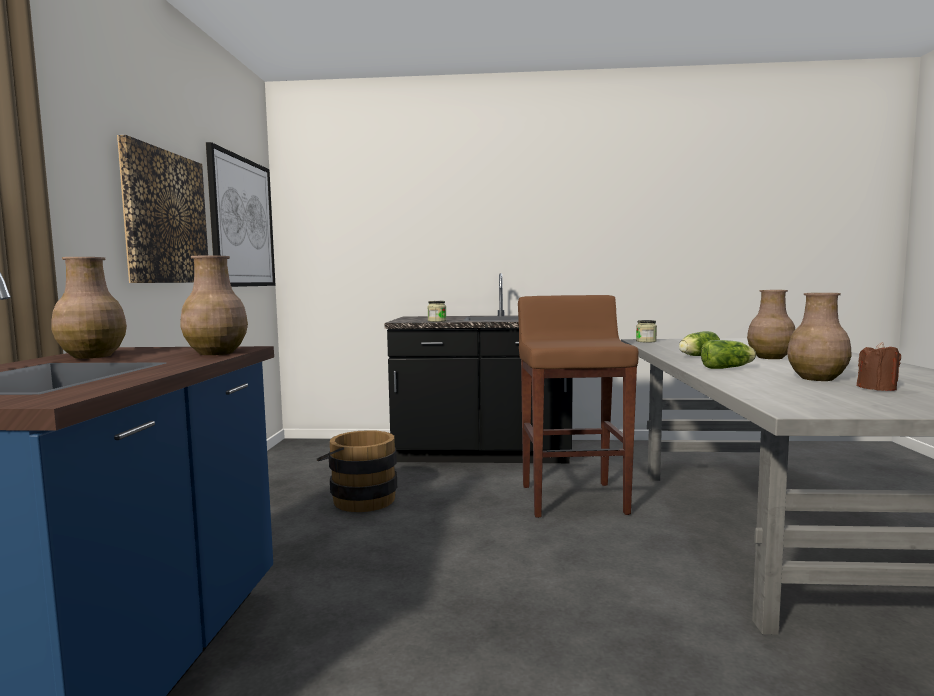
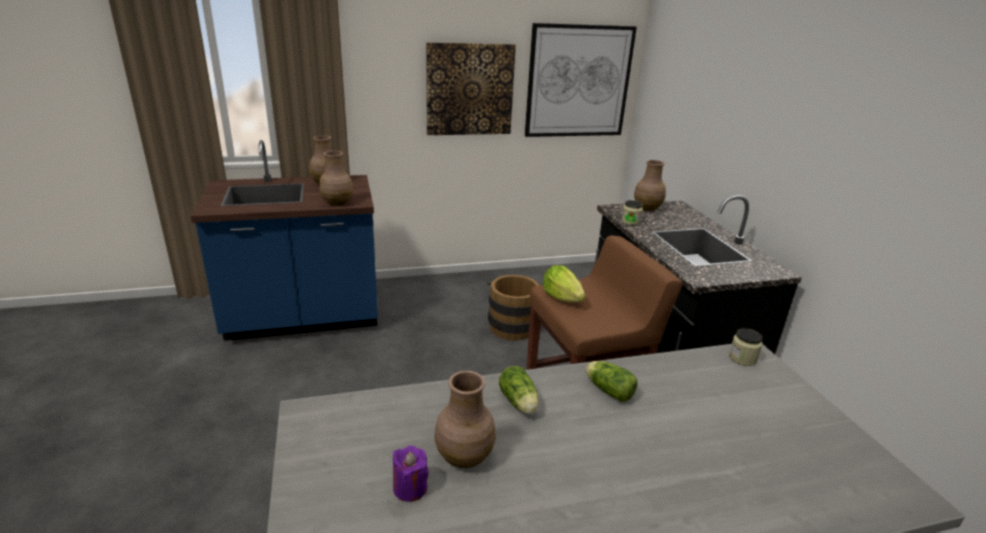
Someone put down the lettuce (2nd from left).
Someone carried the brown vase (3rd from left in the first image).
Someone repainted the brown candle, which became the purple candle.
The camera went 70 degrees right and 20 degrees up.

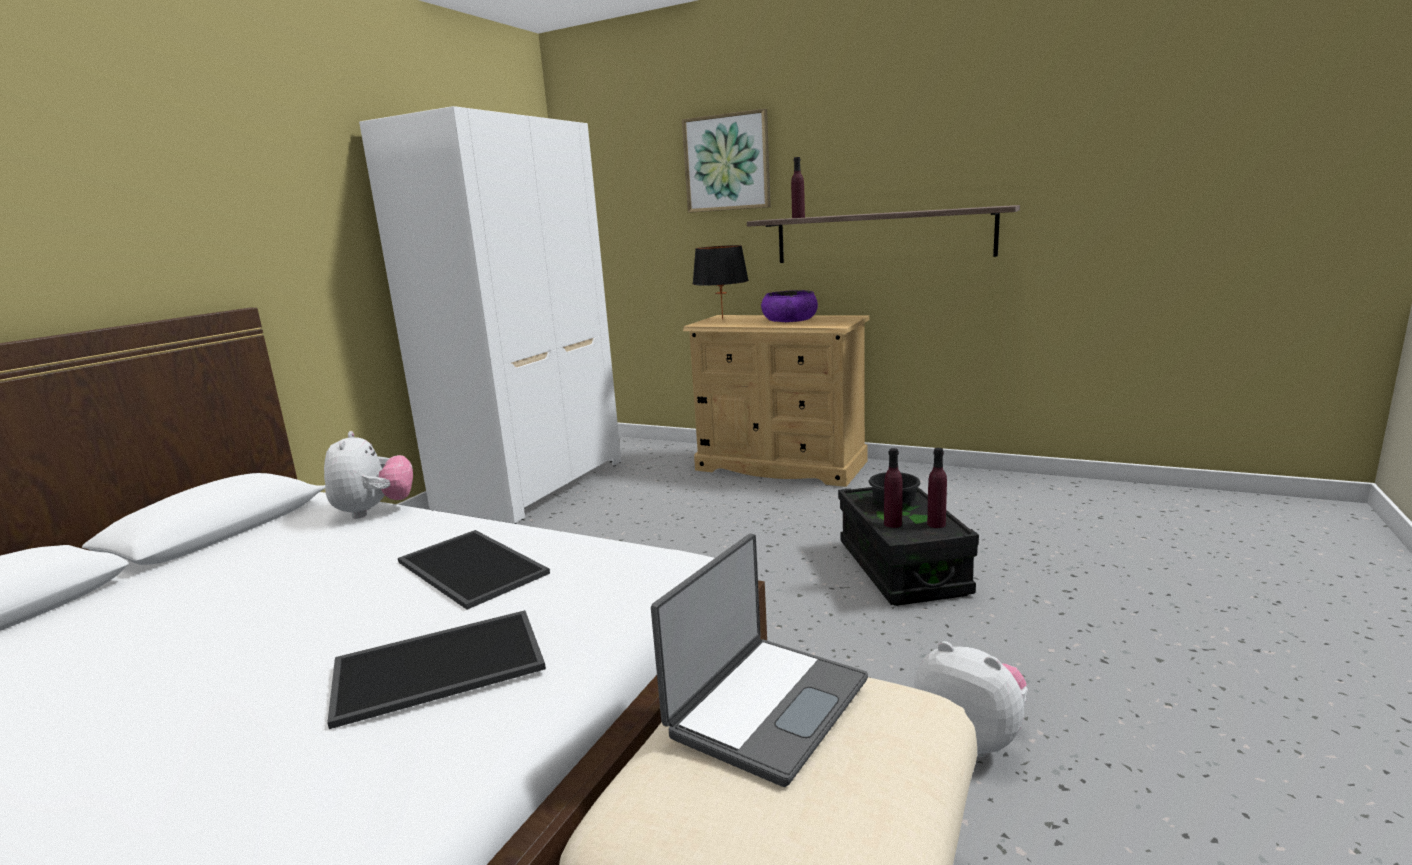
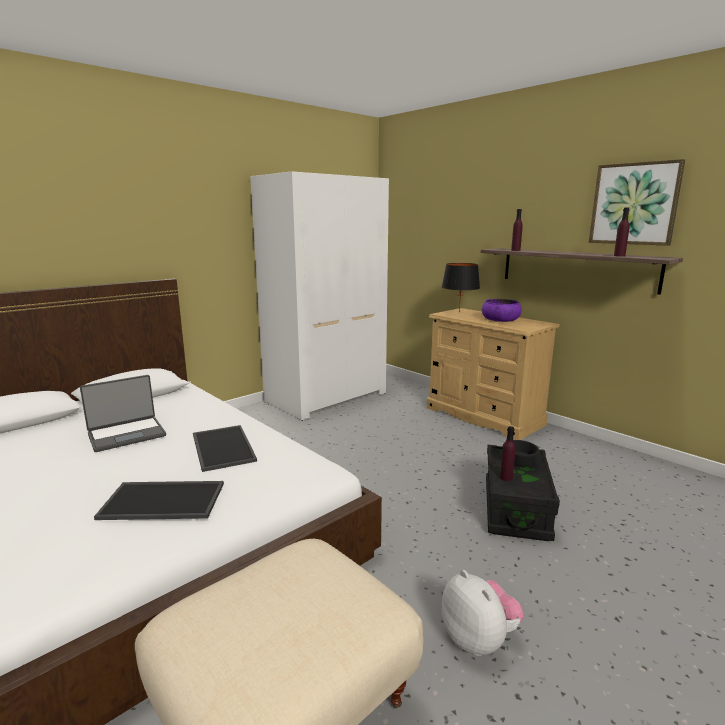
Someone took away the plush toy (1st from left).
Someone carried the laptop.
Someone carried the picture.
Someone carried the purple bottle (3rd from left).
The camera went 20 degrees right and 0 degrees up.

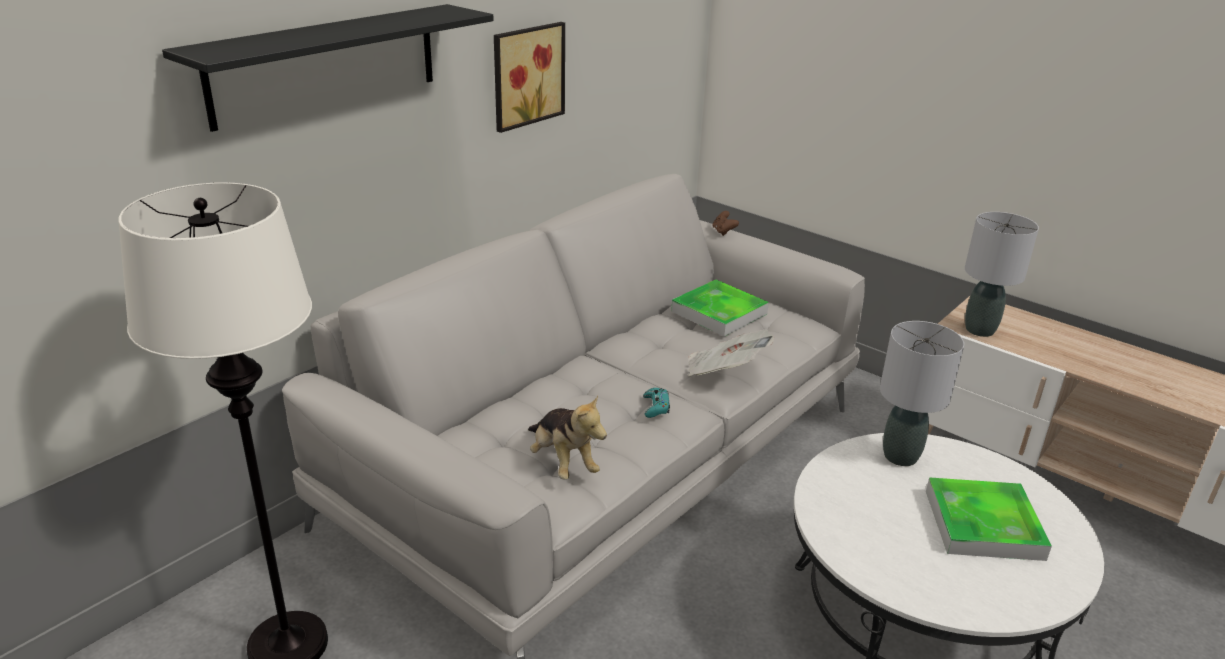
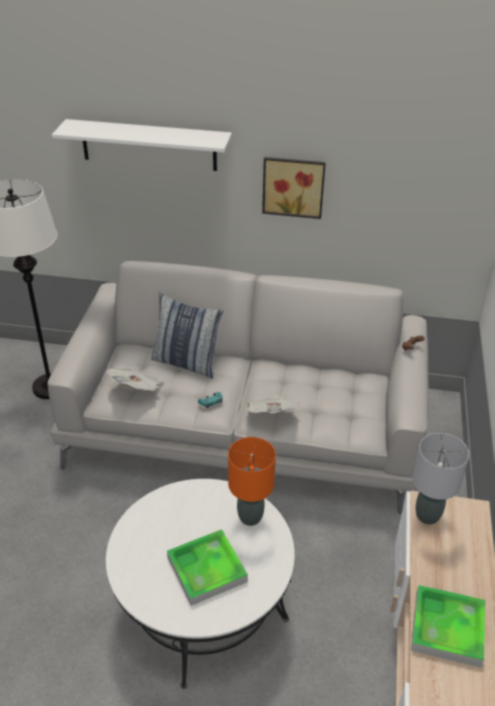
Someone put down the pillow.
Someone carried the tray (1st from left in the first image).
Someone swapped the plush toy for the newspaper (1st from left).
Someone repainted the black shelf, which became the white shelf.
Someone repainted the grey table lamp (1st from left), which became the orange table lamp.
The camera went 60 degrees right and 10 degrees up.

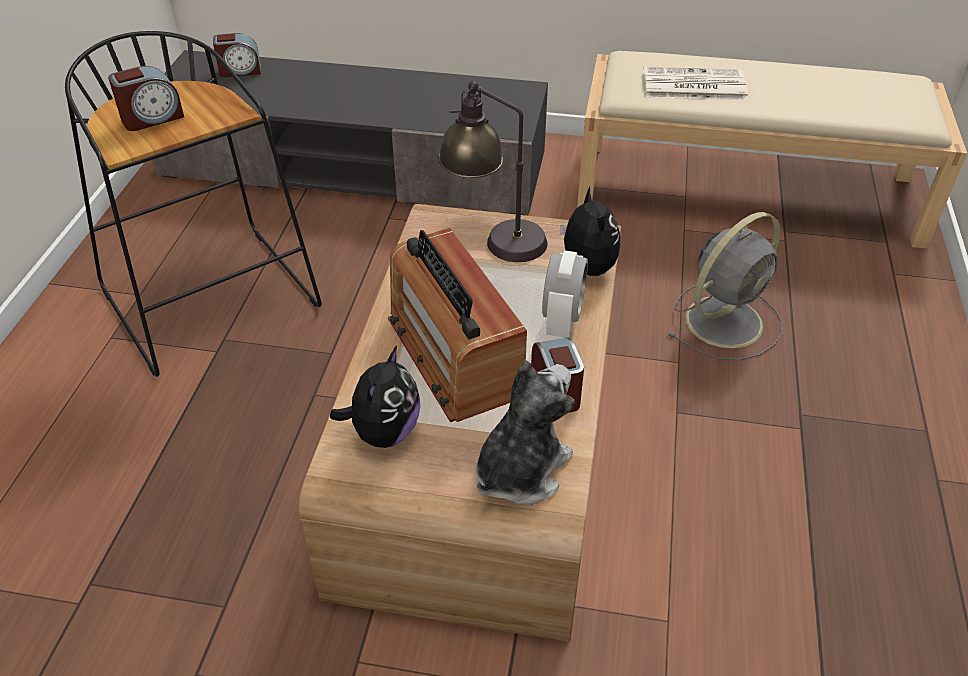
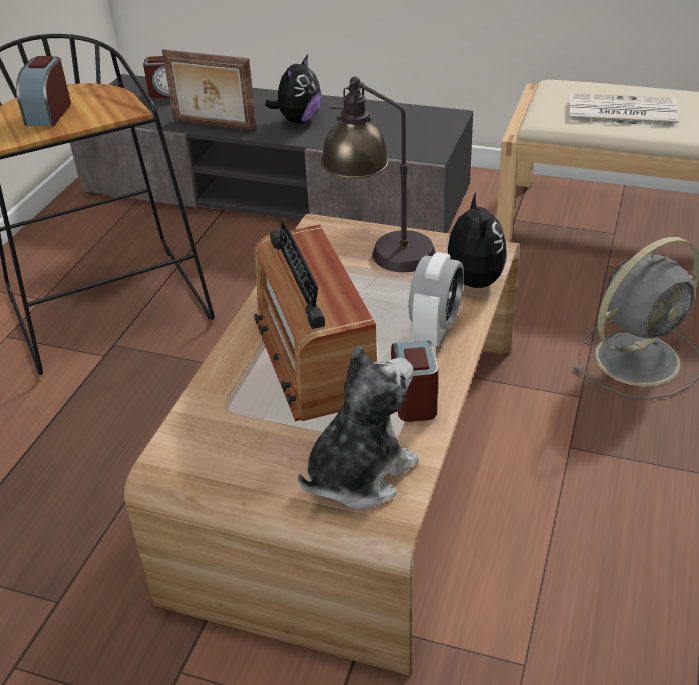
Someone put down the picture frame.
Someone carried the plush toy (1st from left).
Someone rotated the alarm clock (1st from left) by 120 degrees clockwise.
The camera went 10 degrees right and 5 degrees down.

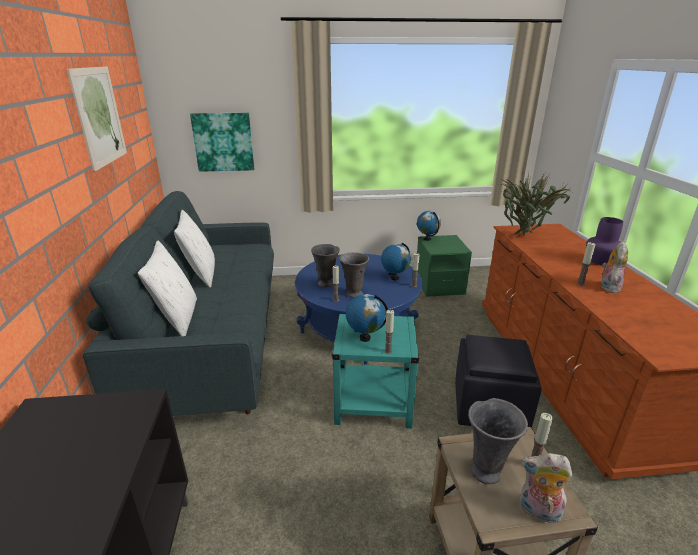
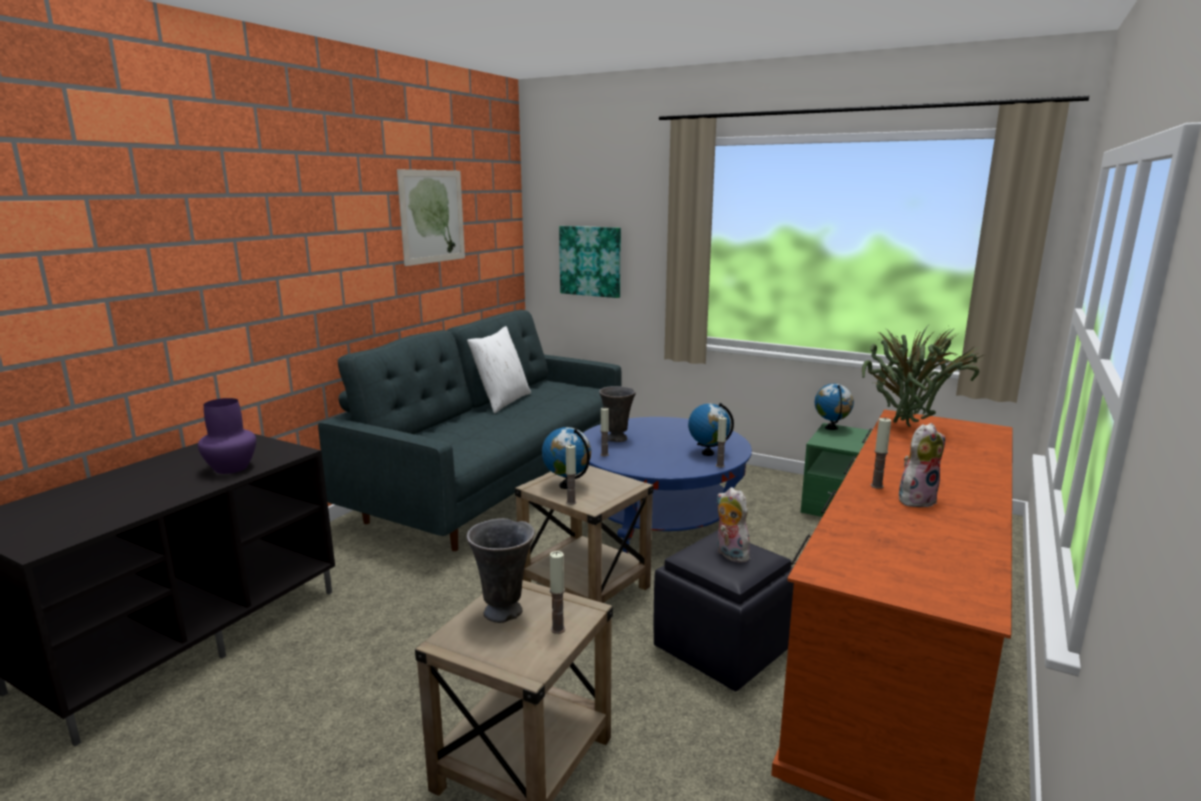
Someone took away the white pillow (1st from left).
Someone took away the grey vase (2nd from left).
Someone carried the plush toy (1st from left).
Someone carried the purple vase.
Someone repainted the turquoise side table, which became the beige side table (2nd from left).
The camera went 35 degrees right and 10 degrees down.

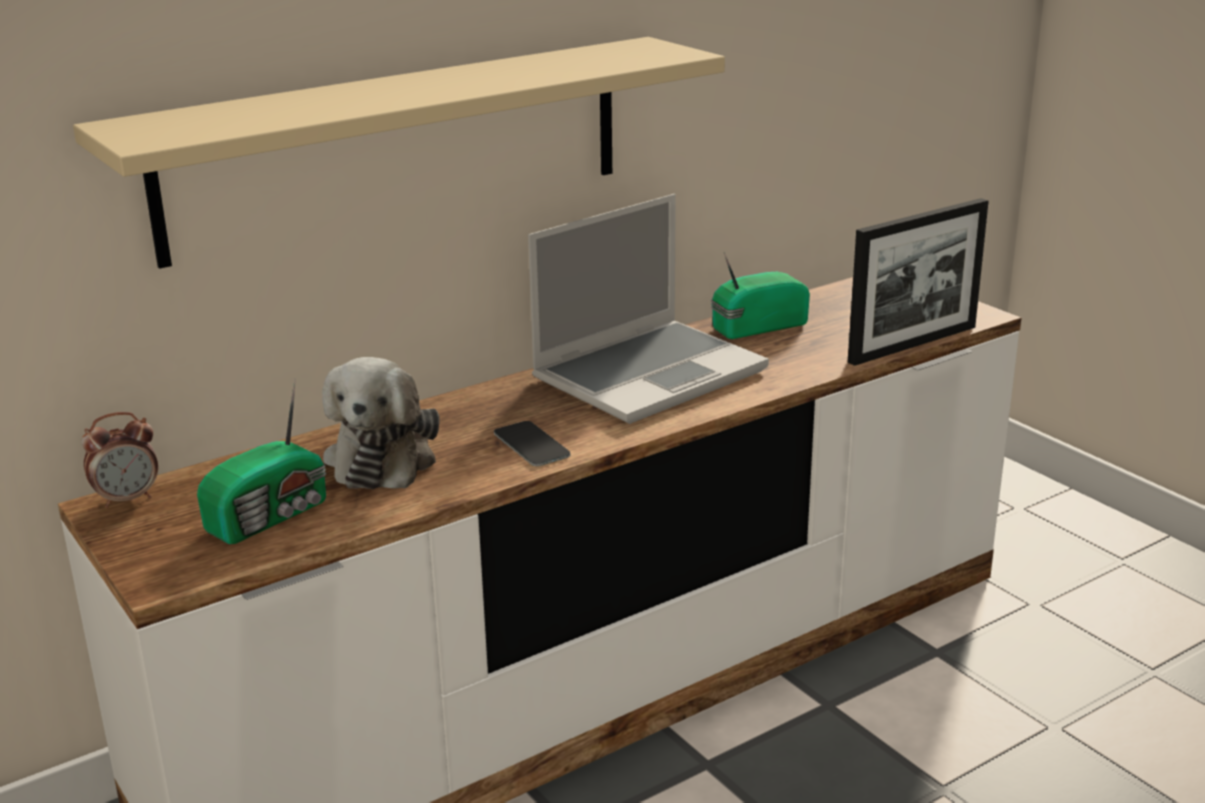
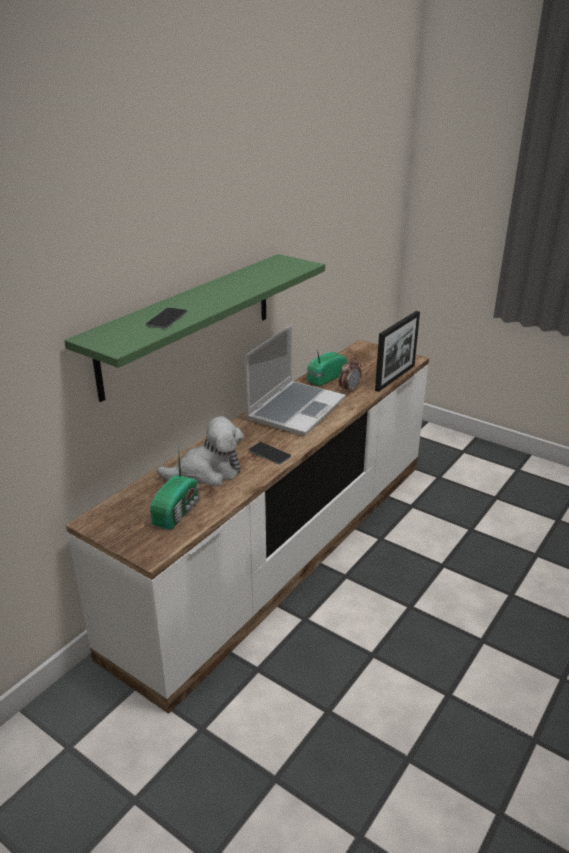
Someone put down the phone (1st from left).
Someone carried the alarm clock.
Someone repainted the beige shelf, which became the green shelf.
Someone rotated the plush toy by 90 degrees counterclockwise.
The camera went 20 degrees left and 5 degrees up.

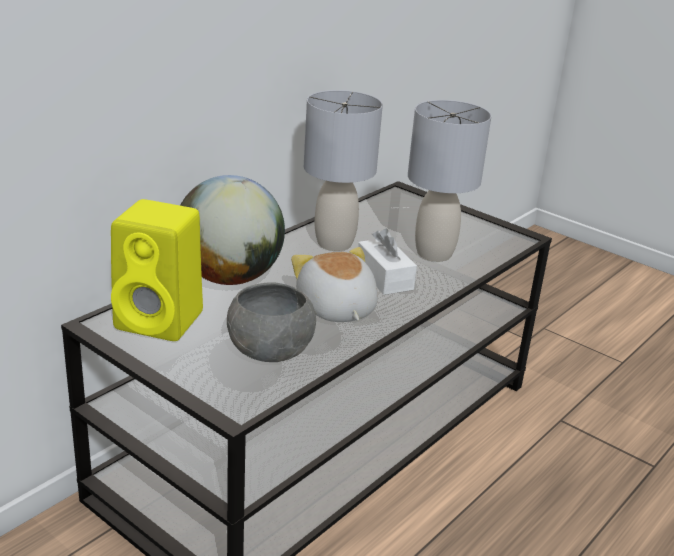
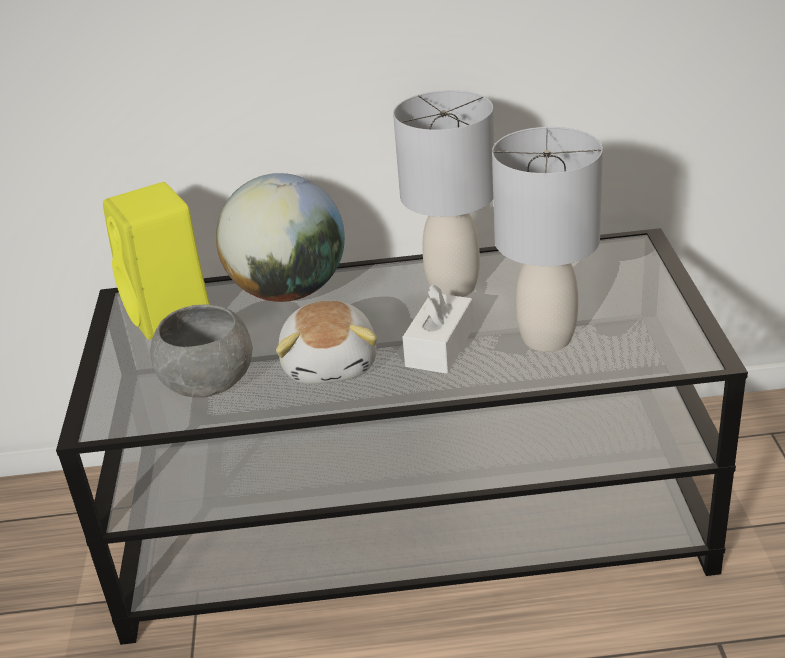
Someone rotated the plush toy by 150 degrees clockwise.
The camera went 50 degrees right and 5 degrees up.

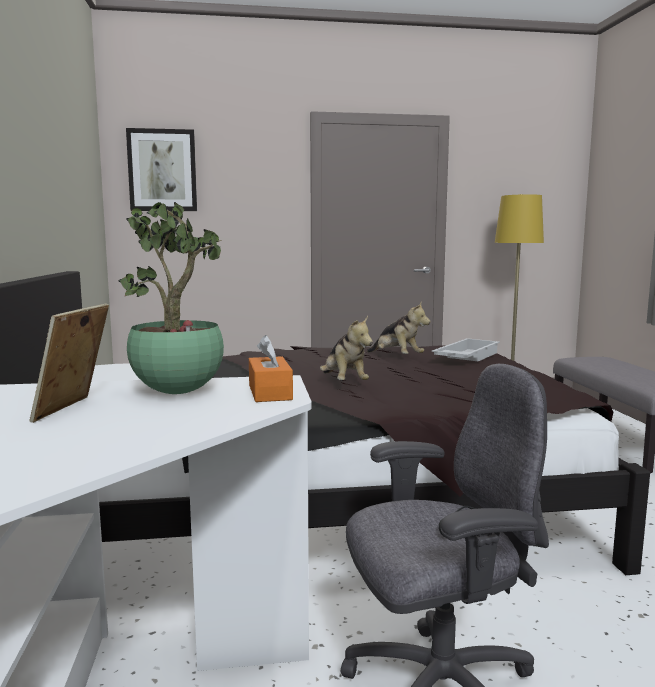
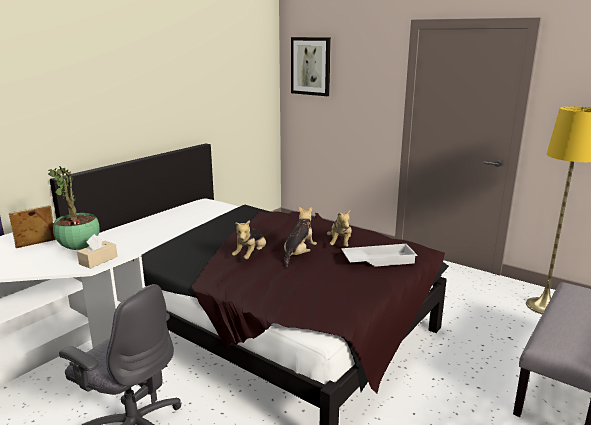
Someone put down the plush toy (2nd from left).
Someone repainted the orange tissue box, which became the beige tissue box.
The camera went 45 degrees right and 10 degrees up.

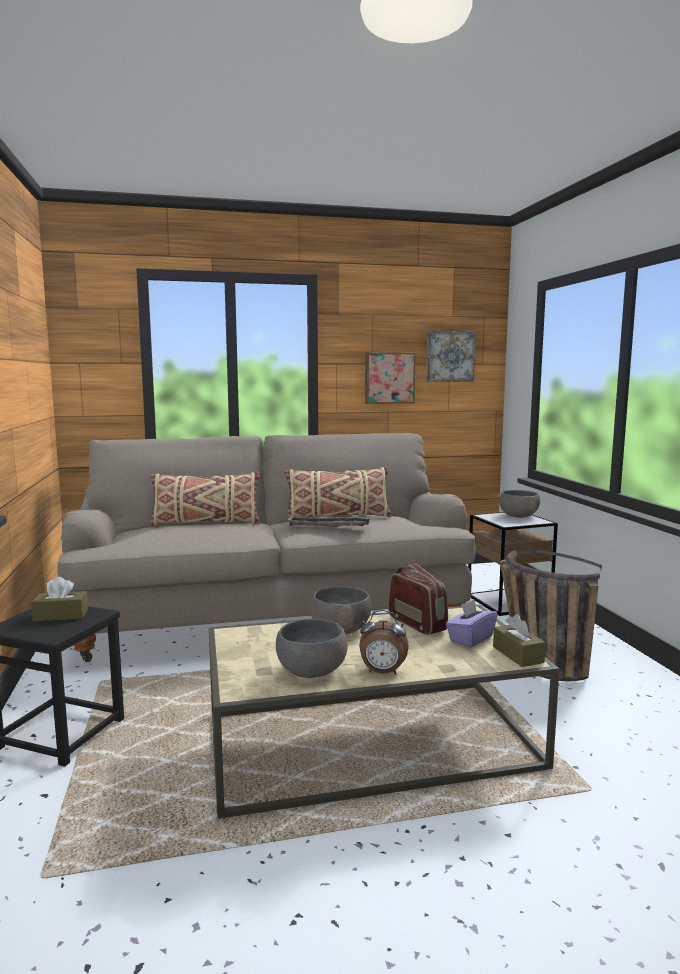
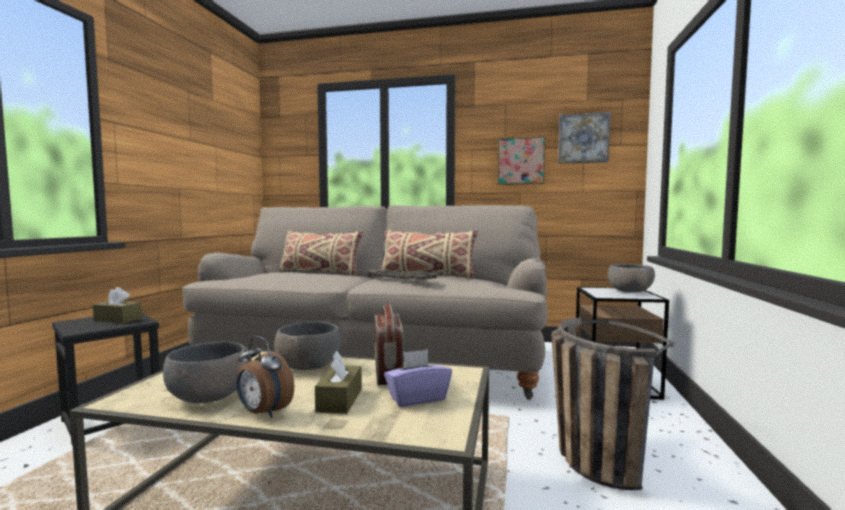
Someone carried the brown tissue box (2nd from left).
The camera went 25 degrees right and 5 degrees down.

